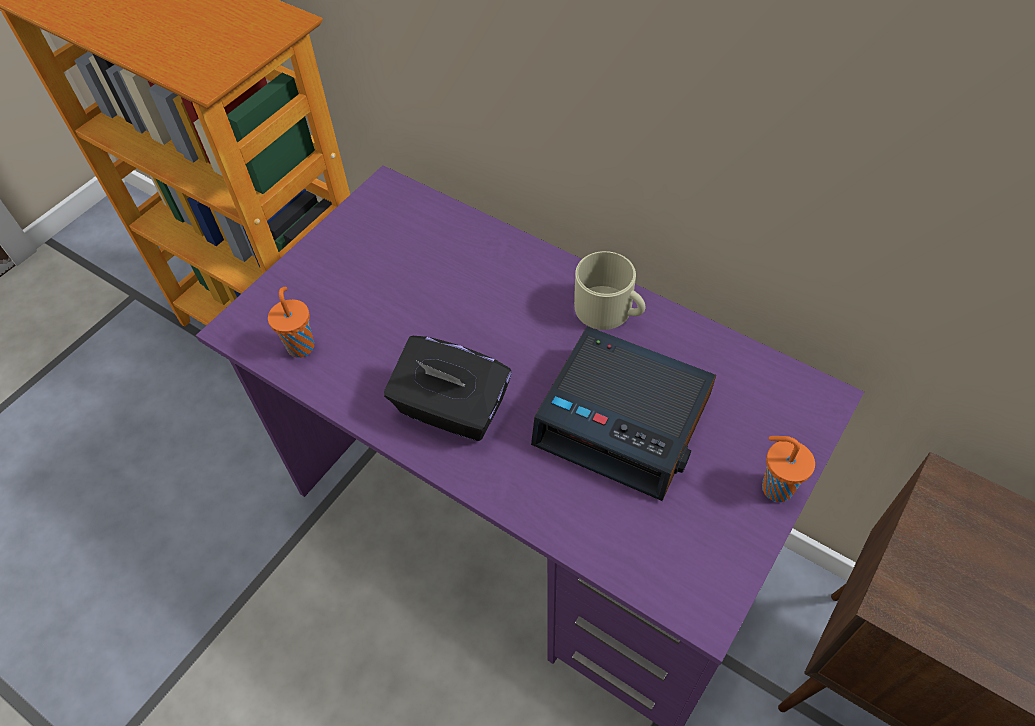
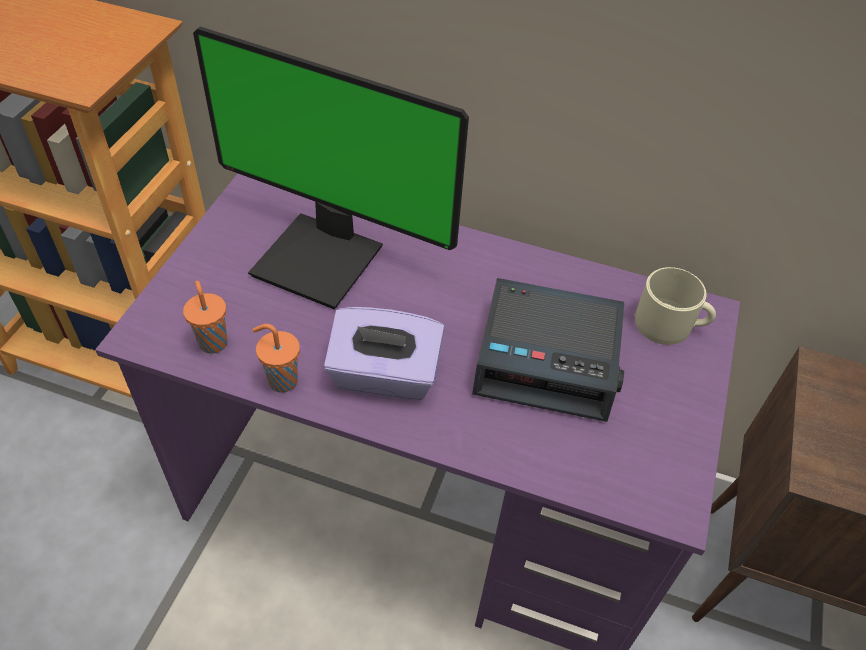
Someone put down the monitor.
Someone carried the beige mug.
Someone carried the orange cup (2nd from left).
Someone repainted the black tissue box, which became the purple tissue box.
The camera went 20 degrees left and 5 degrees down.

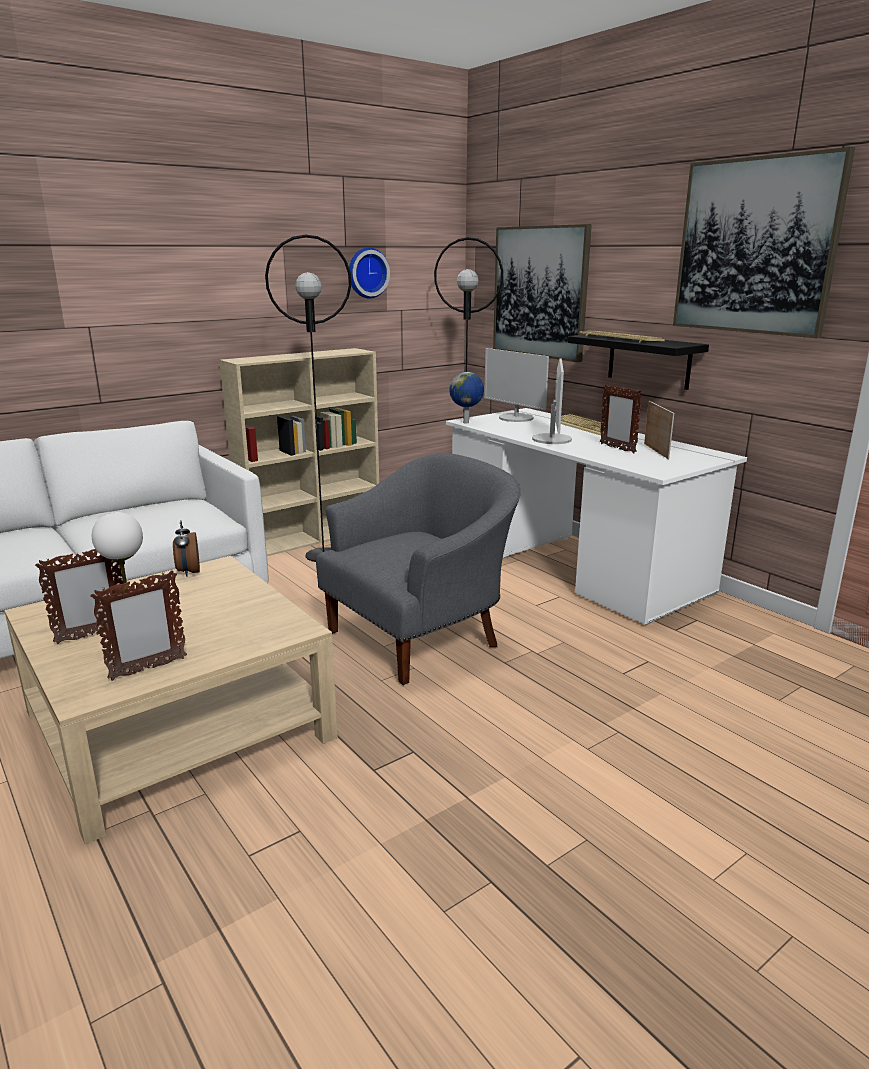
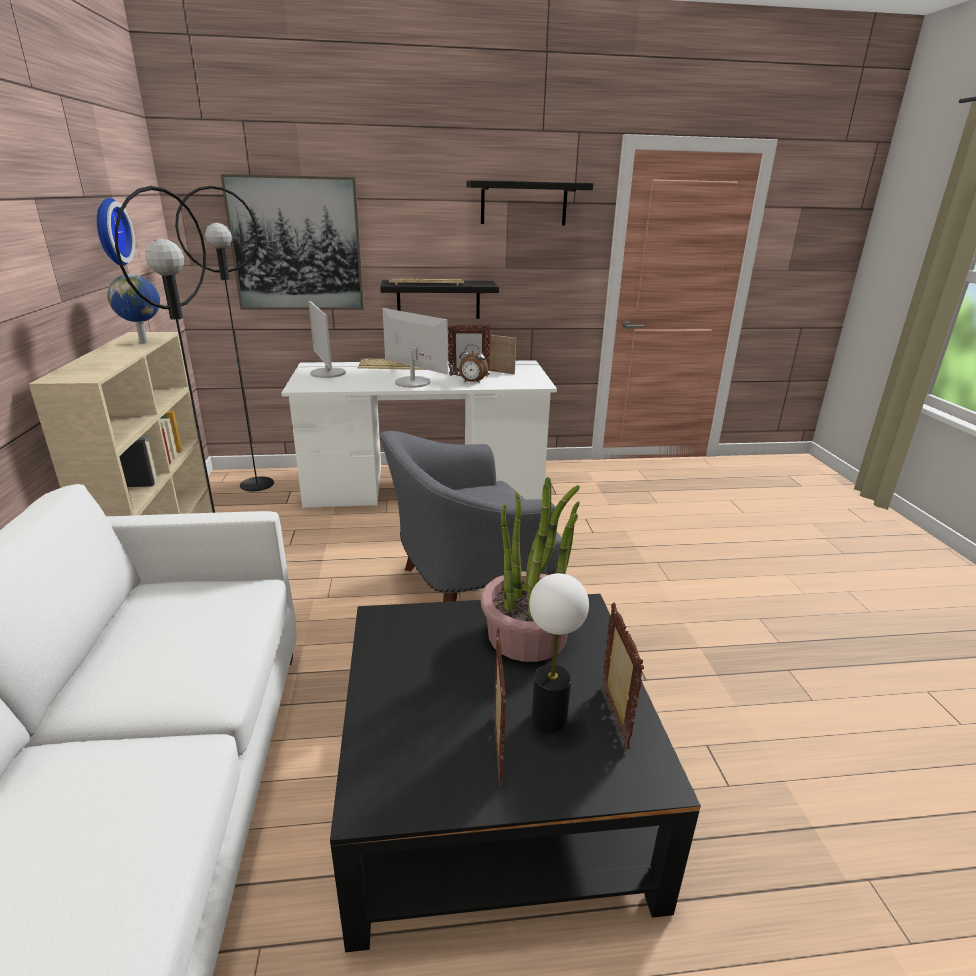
Someone put down the potted plant.
Someone carried the alarm clock.
Someone carried the globe.
Someone swapped the picture (2nd from left) for the black shelf (2nd from left).
Someone repainted the beige coffee table, which became the black coffee table.
Someone rotated the grey armchair by 105 degrees counterclockwise.
Someone rotated the monitor (1st from left) by 75 degrees clockwise.
The camera went 60 degrees left and 5 degrees up.

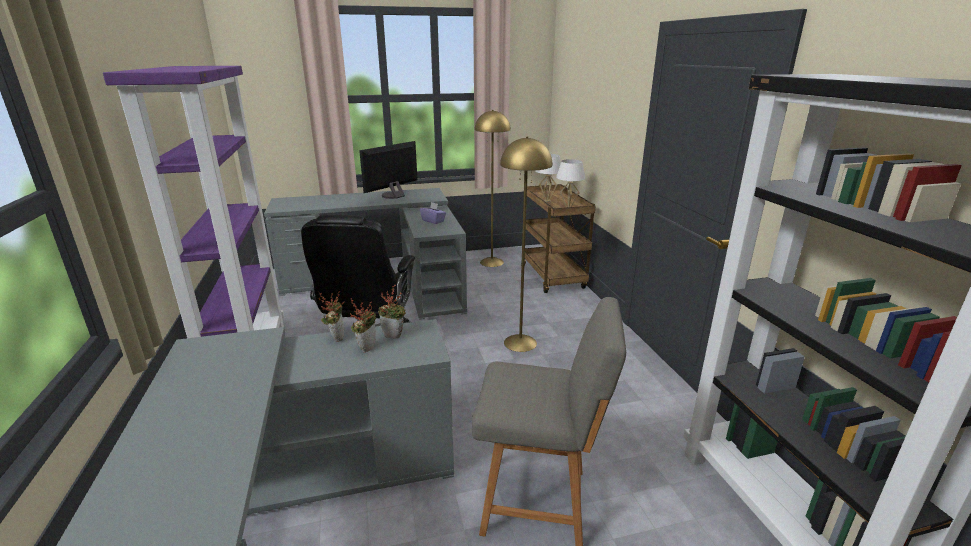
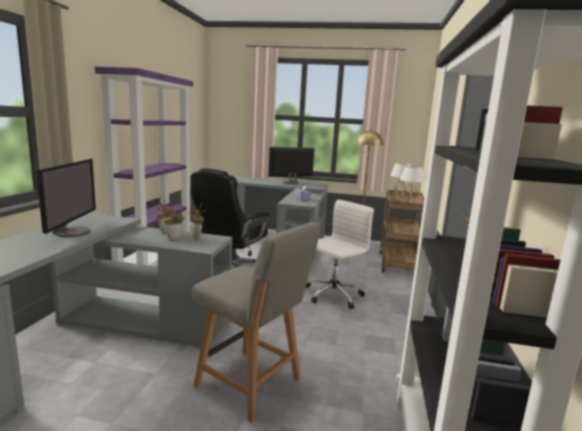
Someone put down the monitor (1st from left).
Someone swapped the yellow floor lamp (2nd from left) for the white office chair.
The camera went 25 degrees right and 10 degrees down.

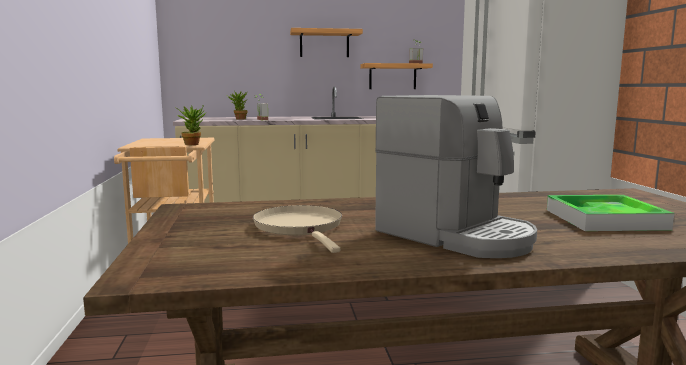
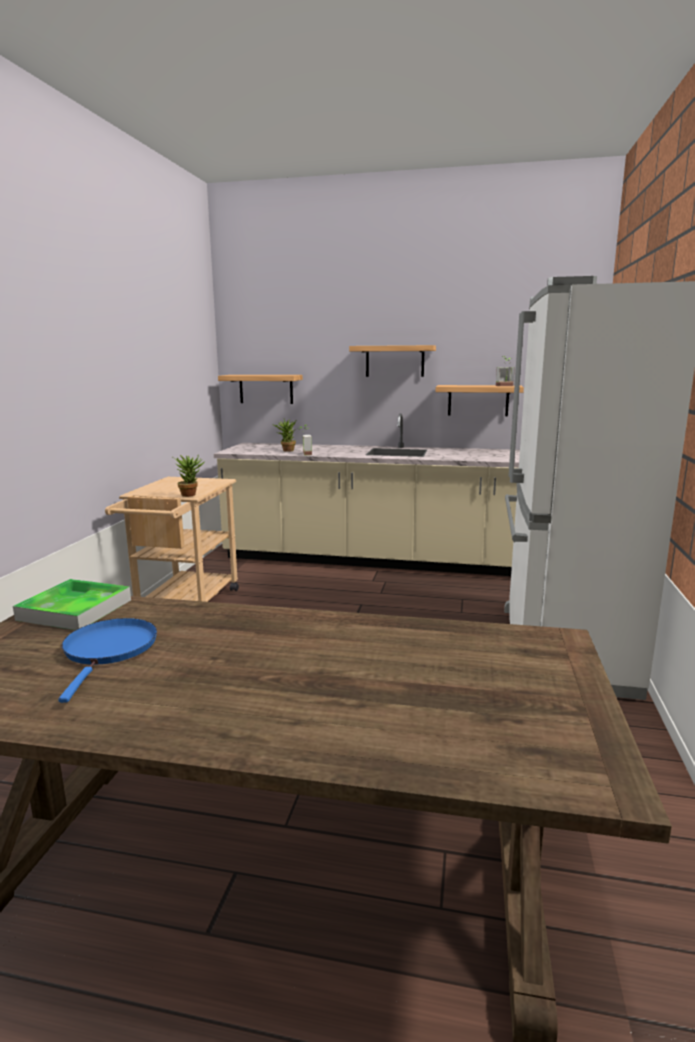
Someone took away the coffee machine.
Someone put up the shelf (1st from left).
Someone carried the tray.
Someone repainted the beige frying pan, which became the blue frying pan.
The camera went 20 degrees right and 5 degrees up.

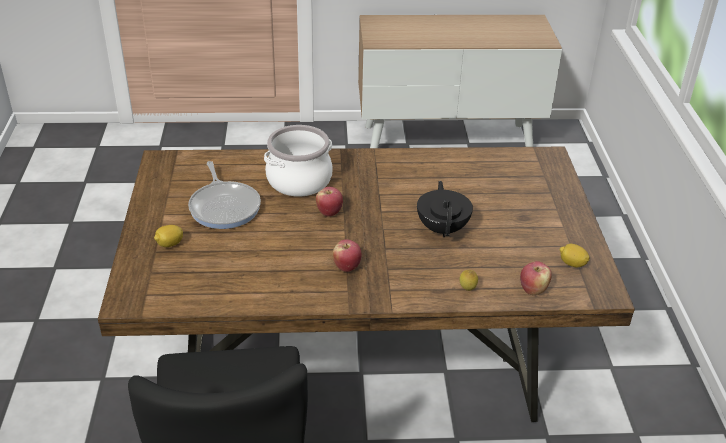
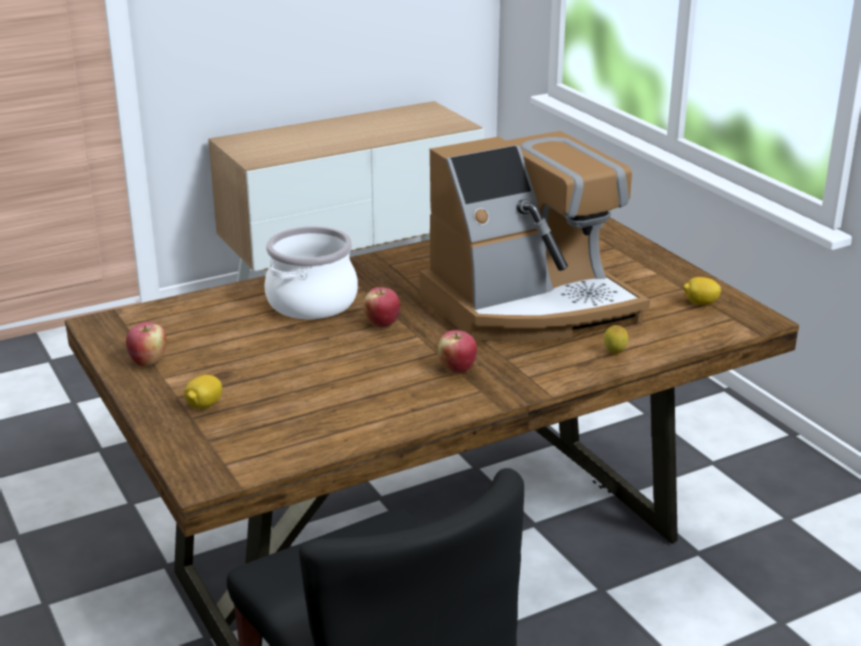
Someone took away the frying pan.
Someone carried the apple (3rd from left in the first image).
Someone swapped the black teapot for the coffee machine.
The camera went 25 degrees left and 10 degrees down.

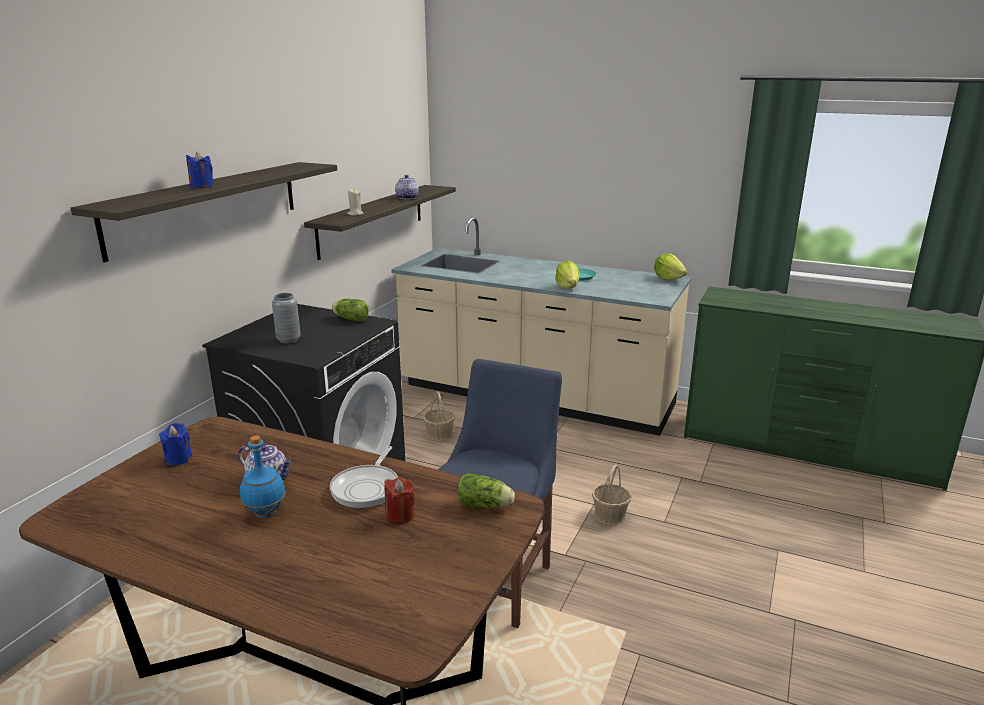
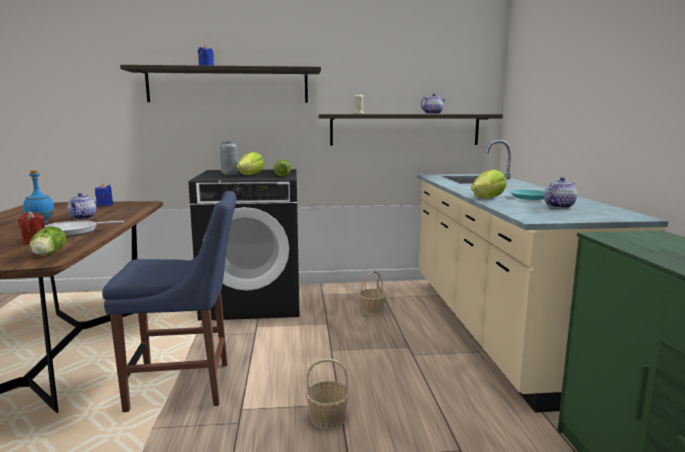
Someone put down the teapot (3rd from left).
Someone carried the lettuce (4th from left in the first image).
The camera went 60 degrees right and 10 degrees down.

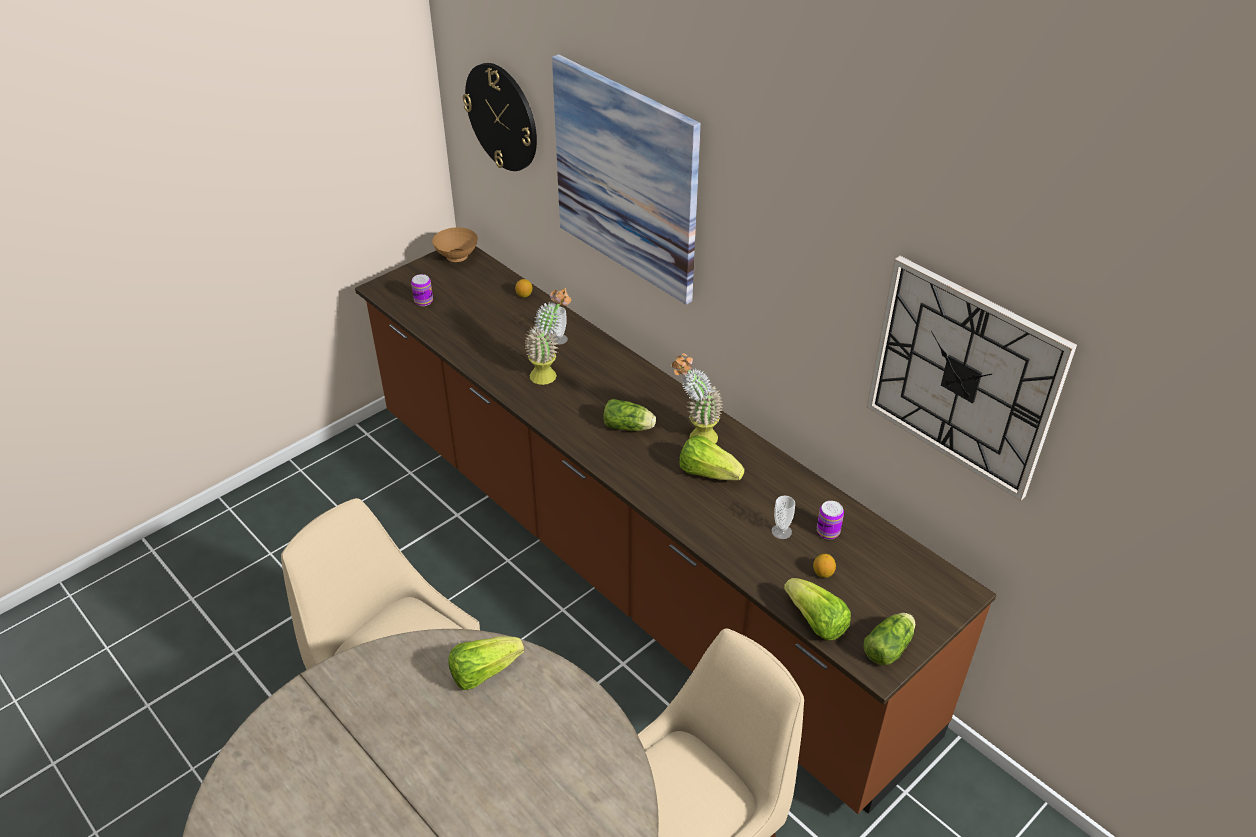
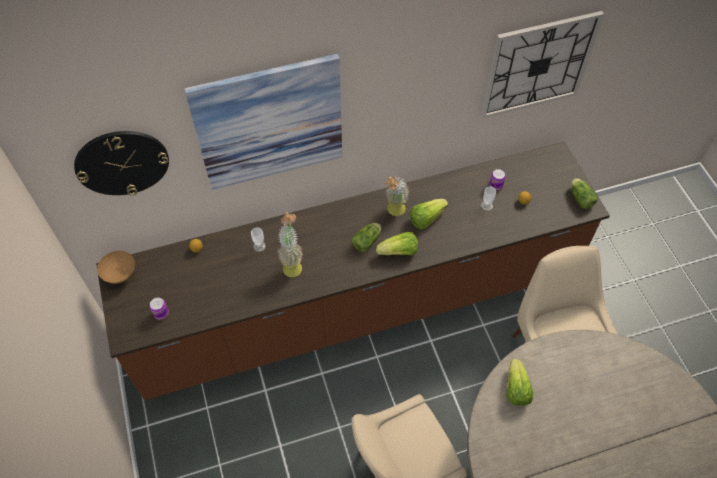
Someone carried the lettuce (4th from left in the first image).
The camera went 65 degrees left and 15 degrees up.

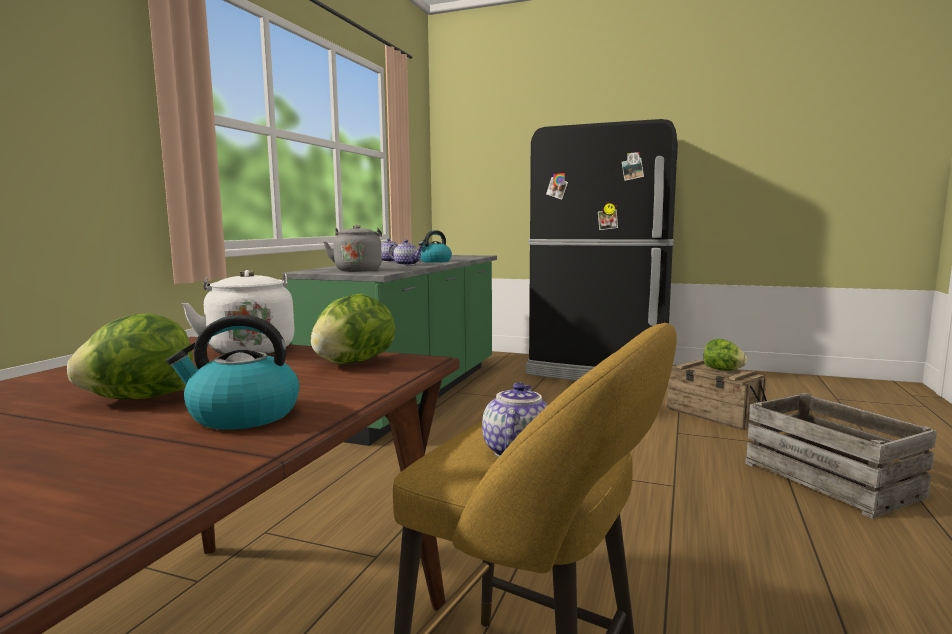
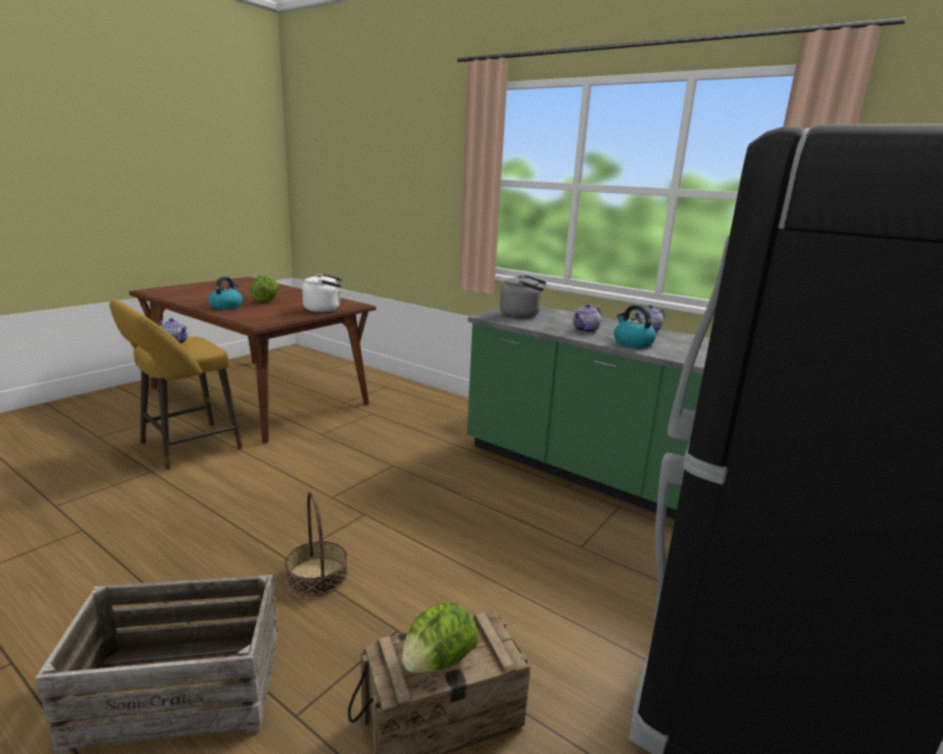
Someone took away the lettuce (2nd from left).
Someone put down the basket.
The camera went 105 degrees right and 10 degrees up.

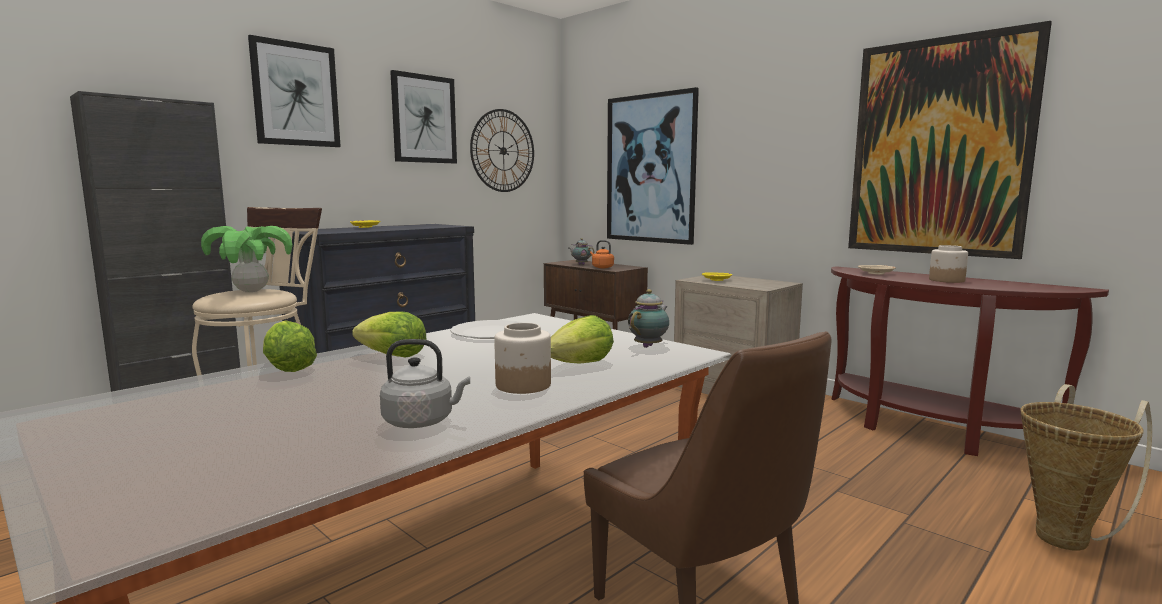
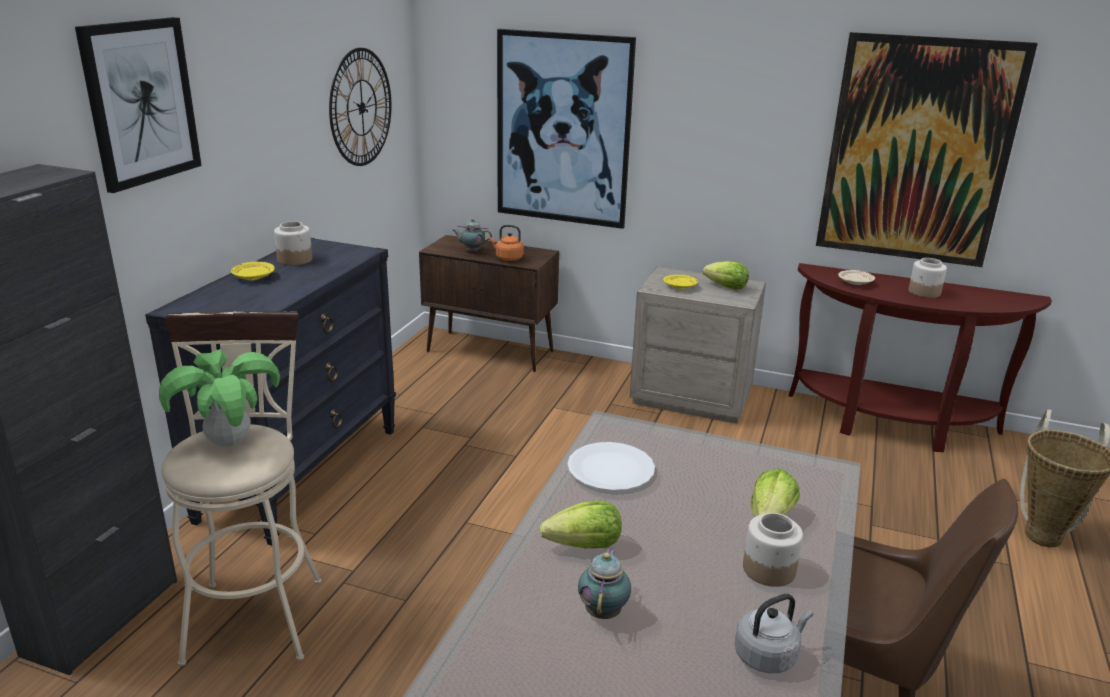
Someone took away the picture (2nd from left).
Someone put down the jar (1st from left).
Someone carried the lettuce (1st from left in the first image).
Someone carried the teapot (2nd from left).
The camera went 25 degrees left and 15 degrees up.

